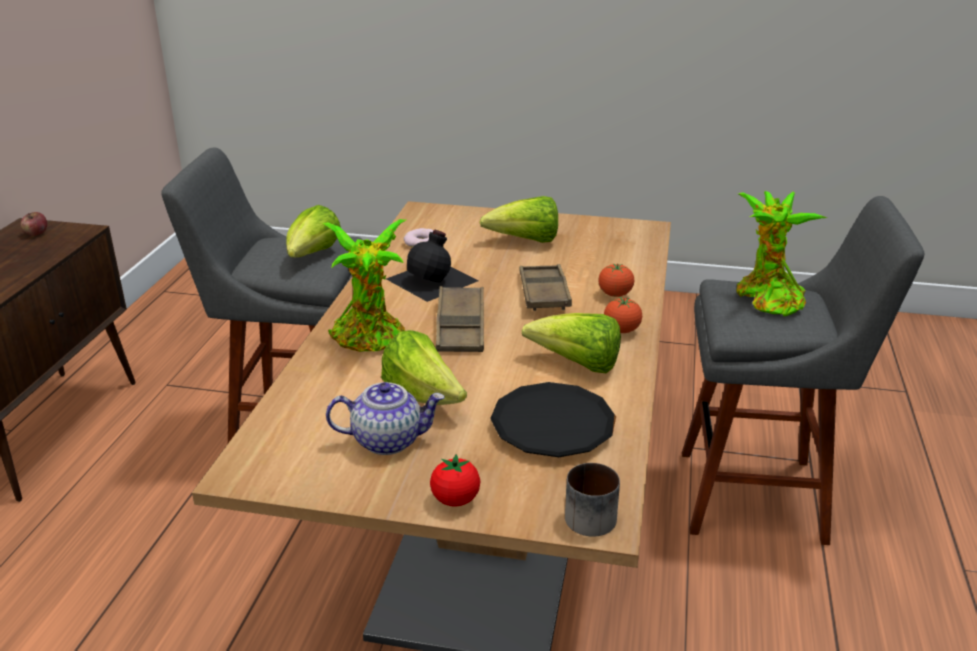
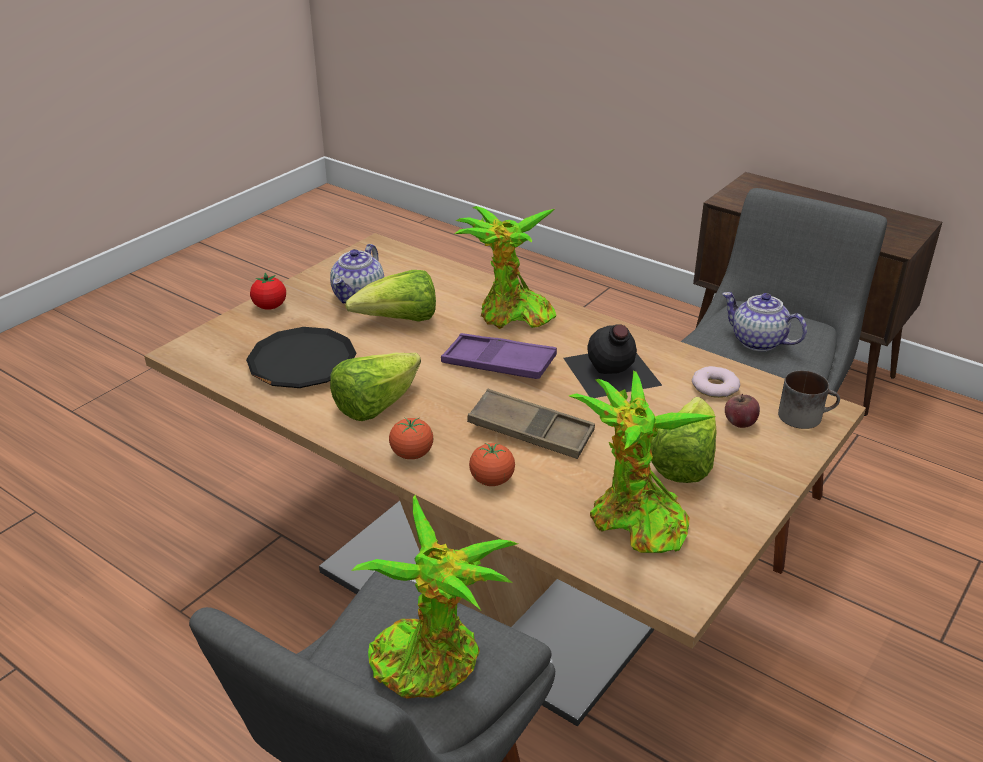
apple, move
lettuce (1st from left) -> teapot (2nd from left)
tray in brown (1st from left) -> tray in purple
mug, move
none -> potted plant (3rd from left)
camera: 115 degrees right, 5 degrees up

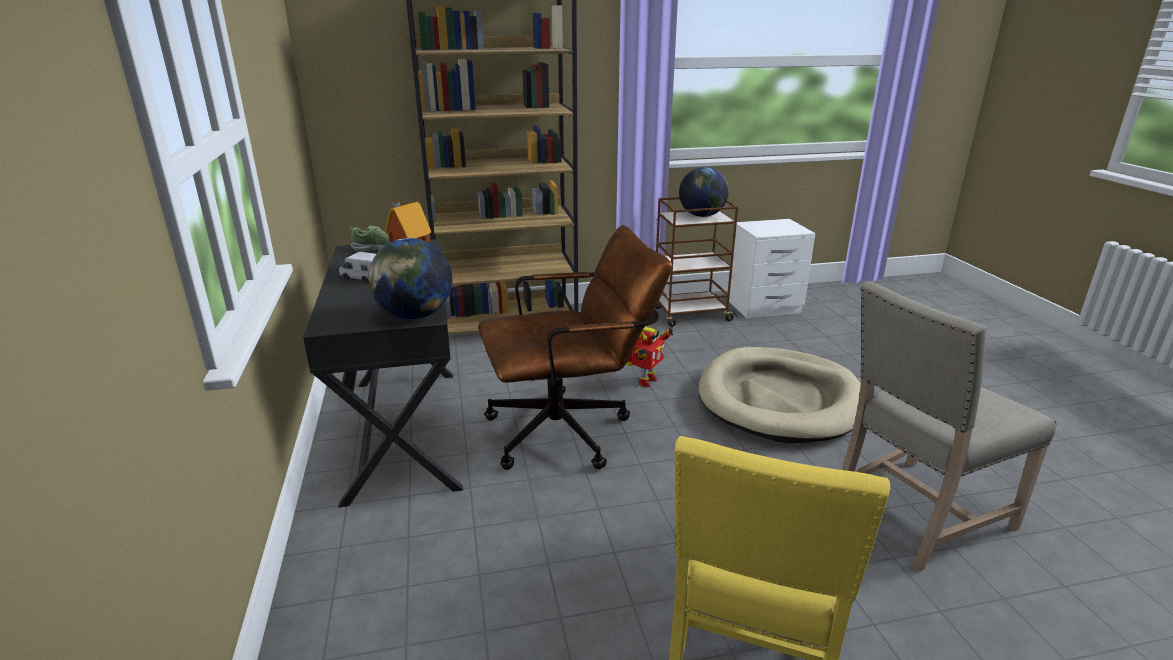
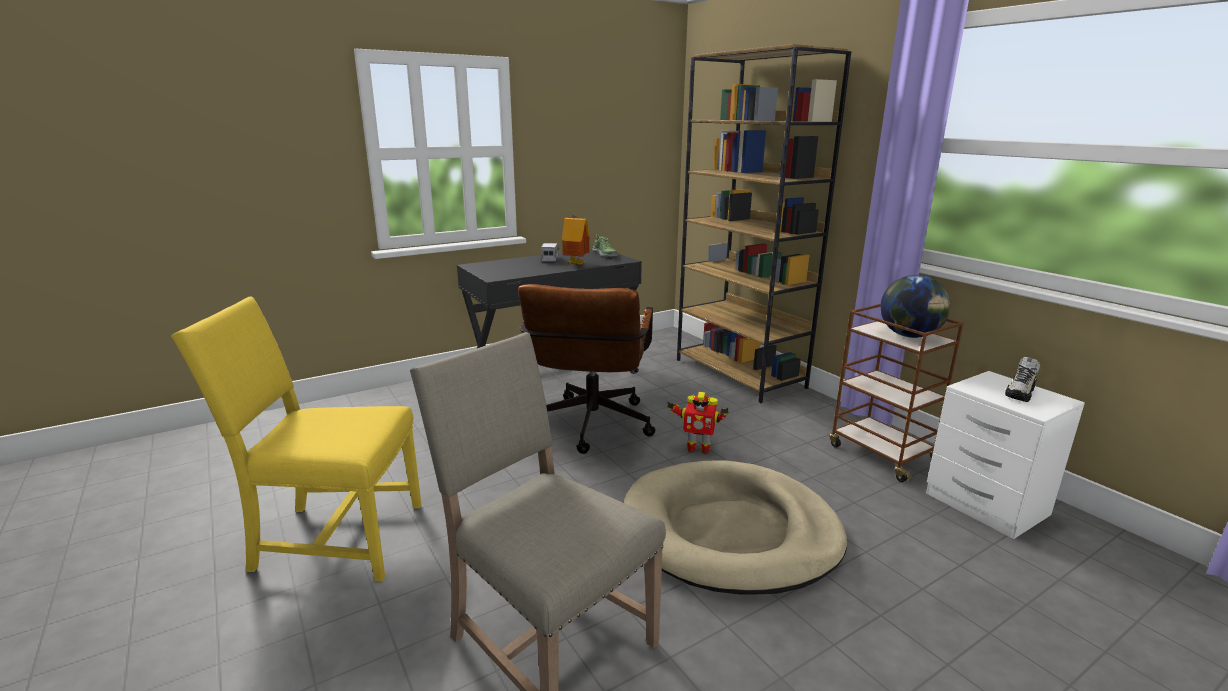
globe (1st from left) -> none
office chair in brown, 45 degrees clockwise
none -> shoe (2nd from left)
camera: 70 degrees right, 5 degrees down

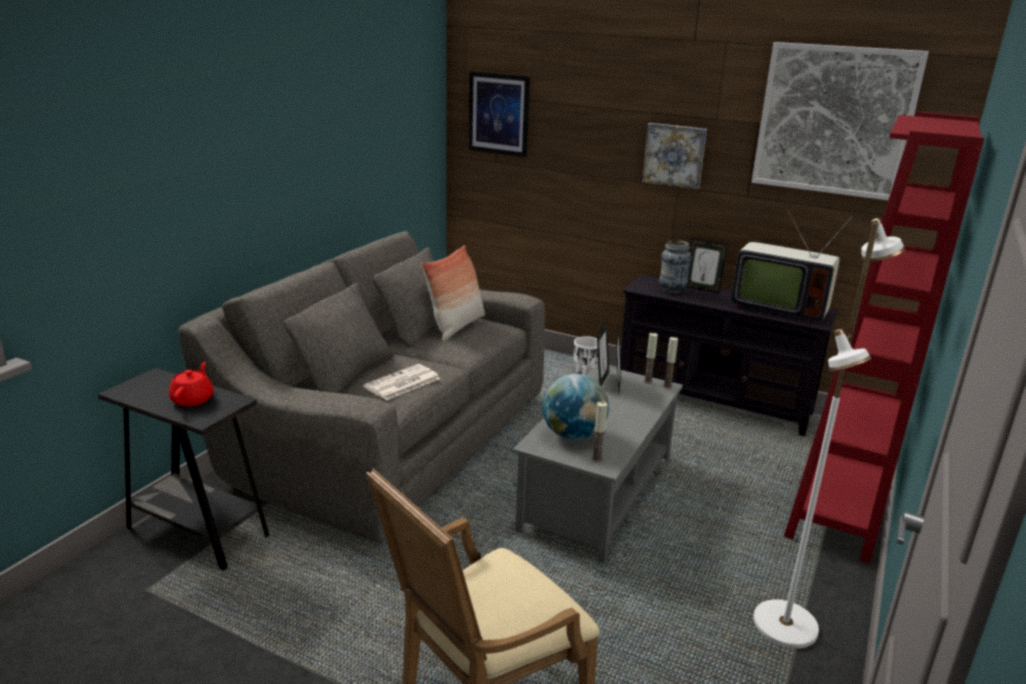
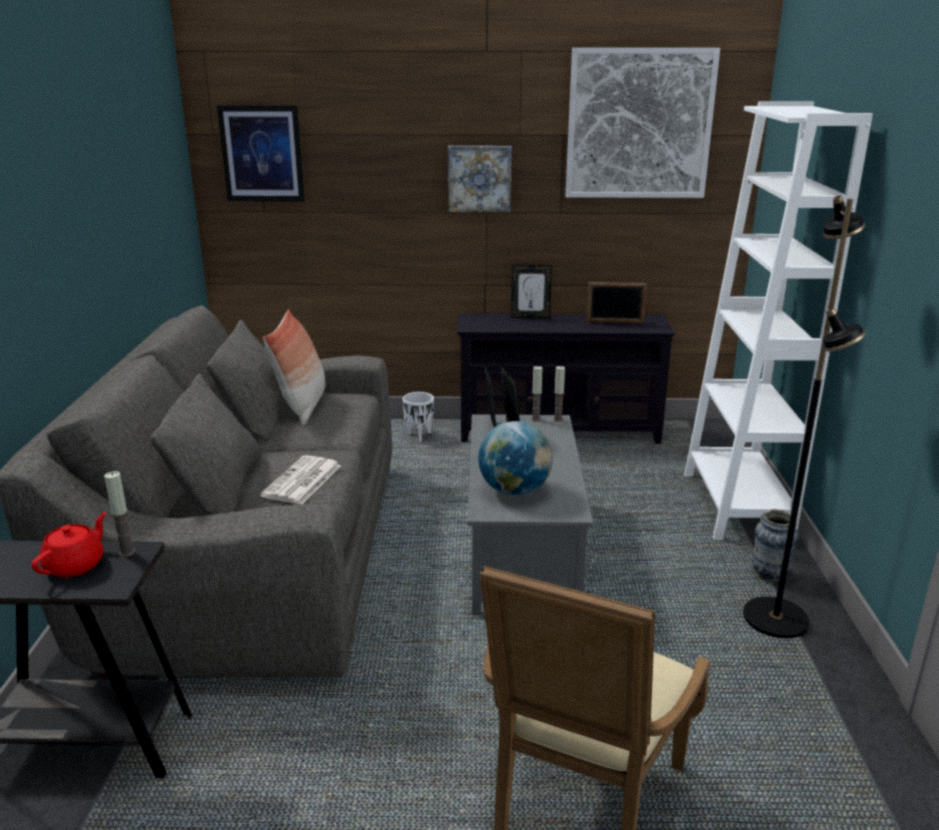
teapot in red, 45 degrees clockwise
candle (1st from left), move
vase, move
television -> picture frame (4th from left)
floor lamp in white -> floor lamp in black
bookcase in red -> bookcase in white
camera: 25 degrees left, 0 degrees up

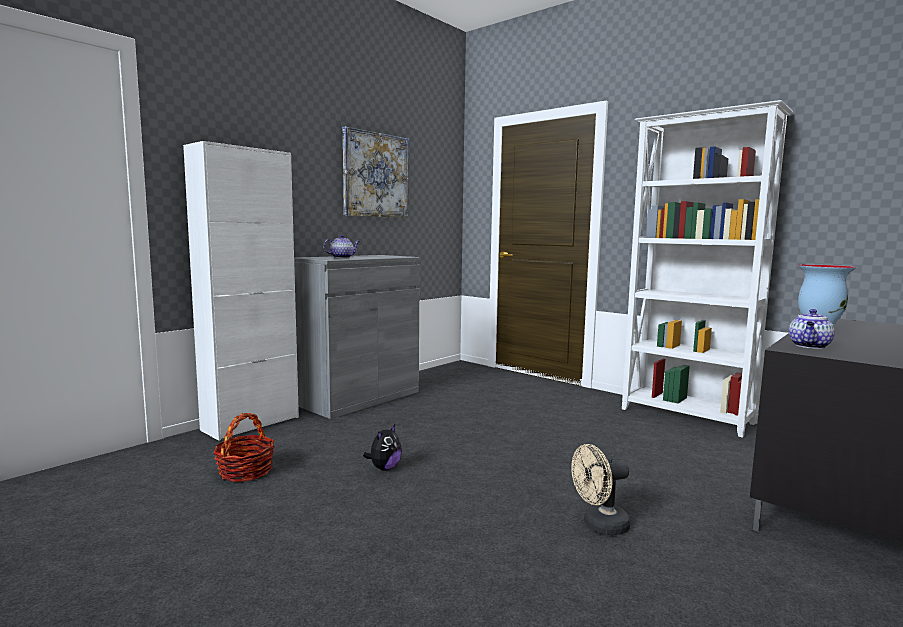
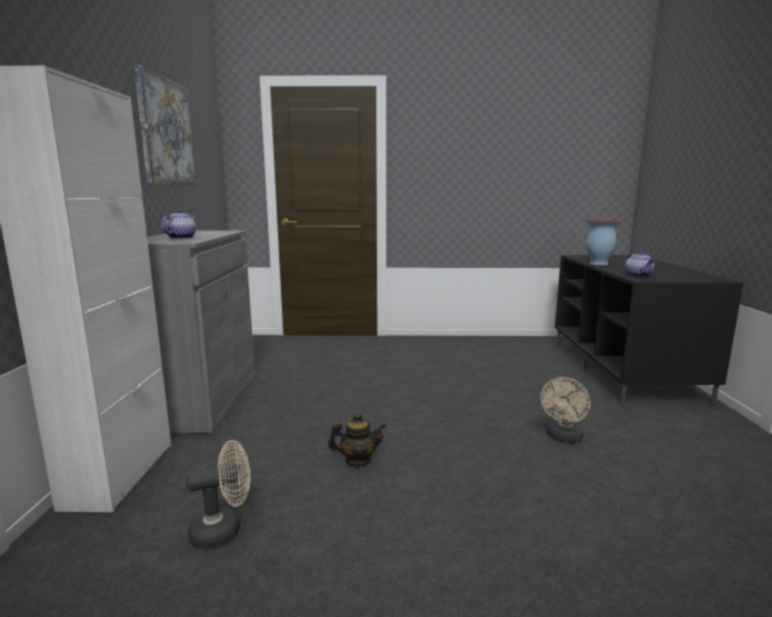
basket -> fan in beige (1st from left)
plush toy -> teapot (2nd from left)
bookcase in white -> none
camera: 40 degrees left, 5 degrees up

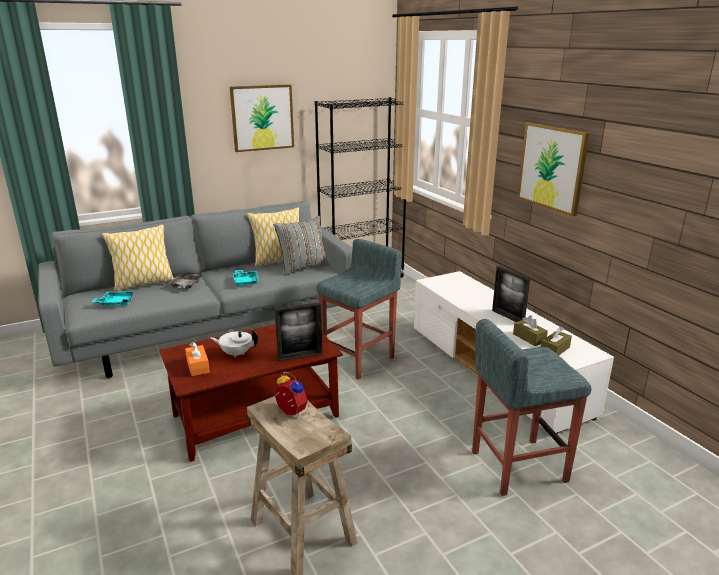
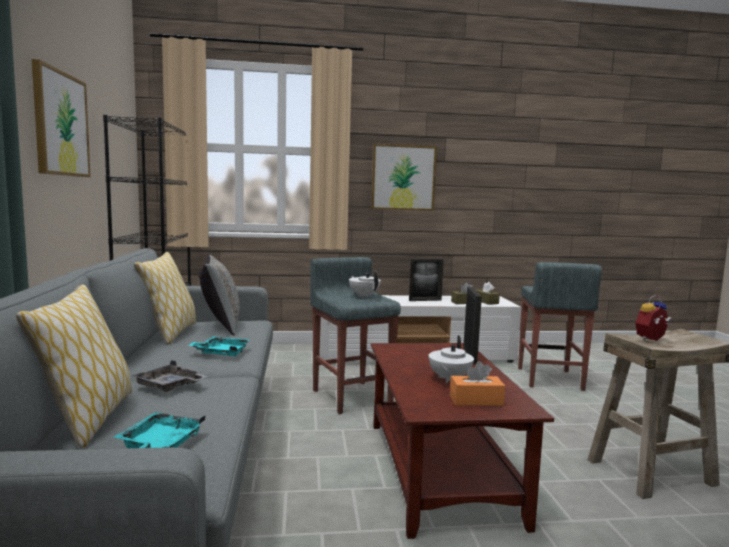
none -> teapot in white (1st from left)
camera: 70 degrees left, 15 degrees down

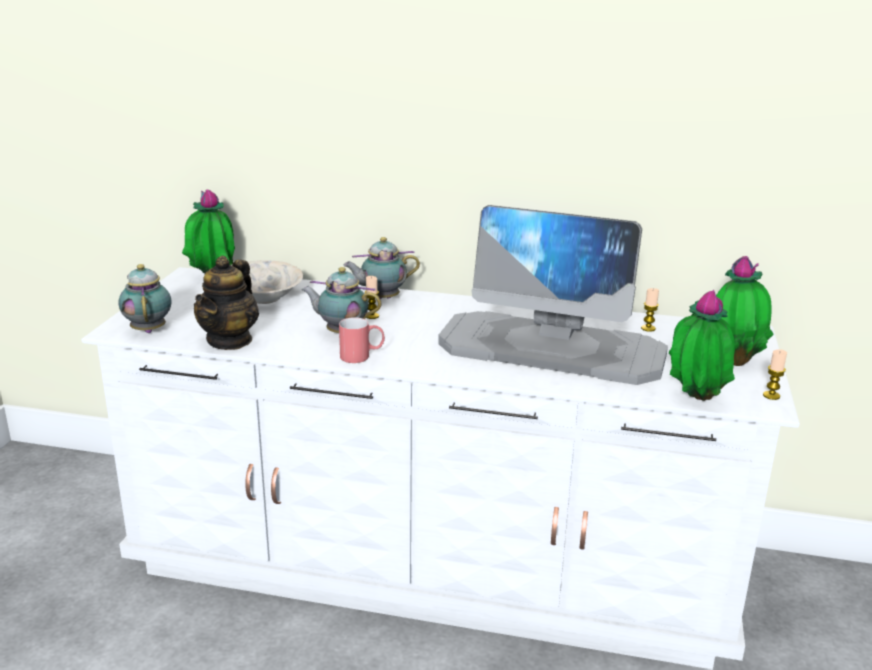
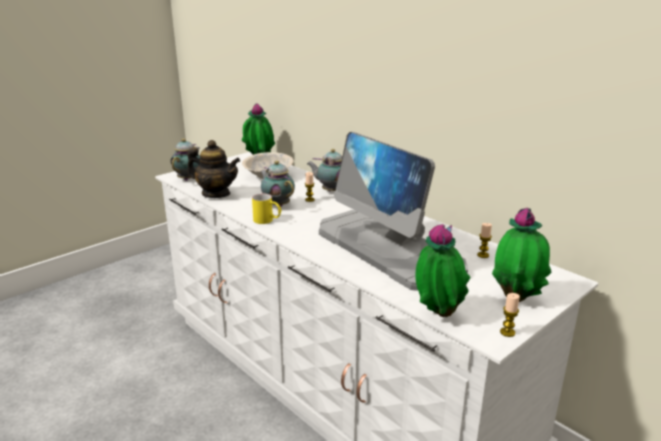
teapot (2nd from left), 120 degrees counterclockwise
mug in red -> mug in yellow
camera: 35 degrees right, 0 degrees up

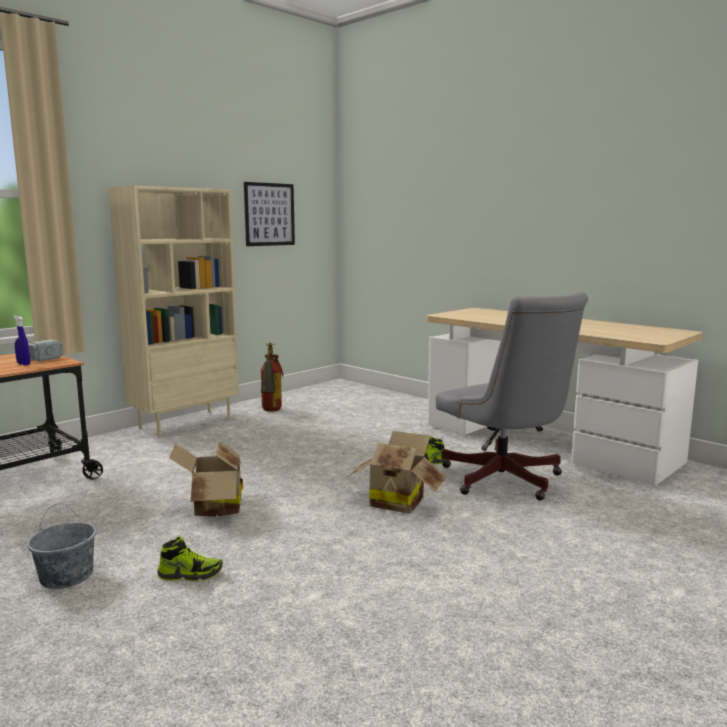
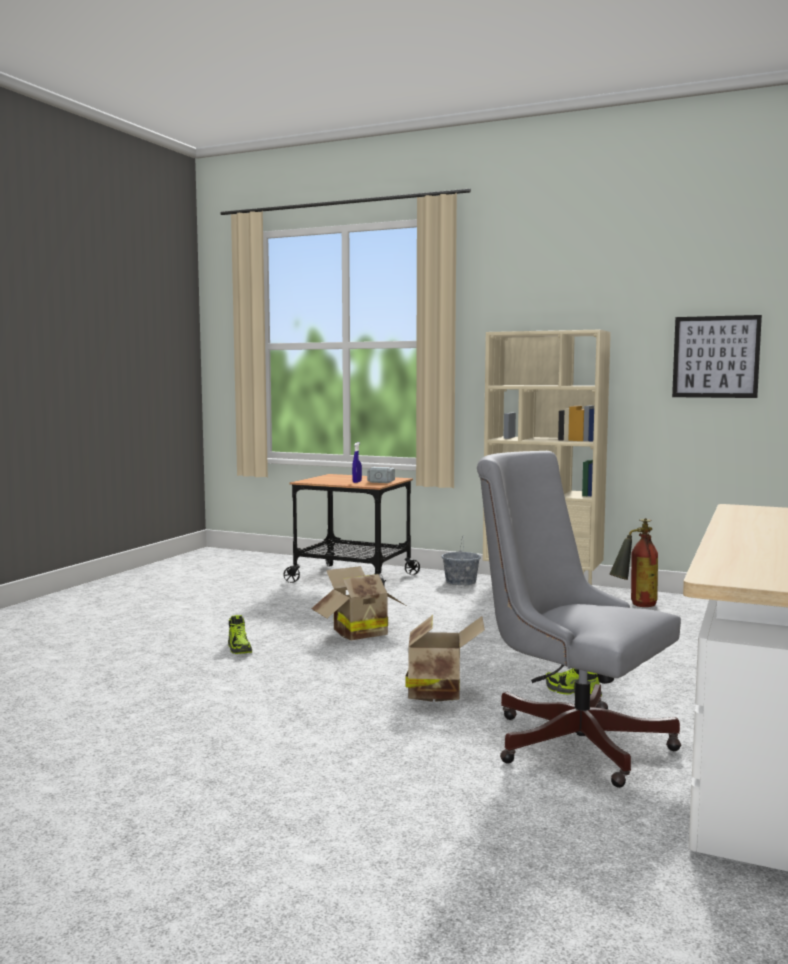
bucket in grey, move
office chair in grey, 90 degrees clockwise
camera: 70 degrees right, 5 degrees down

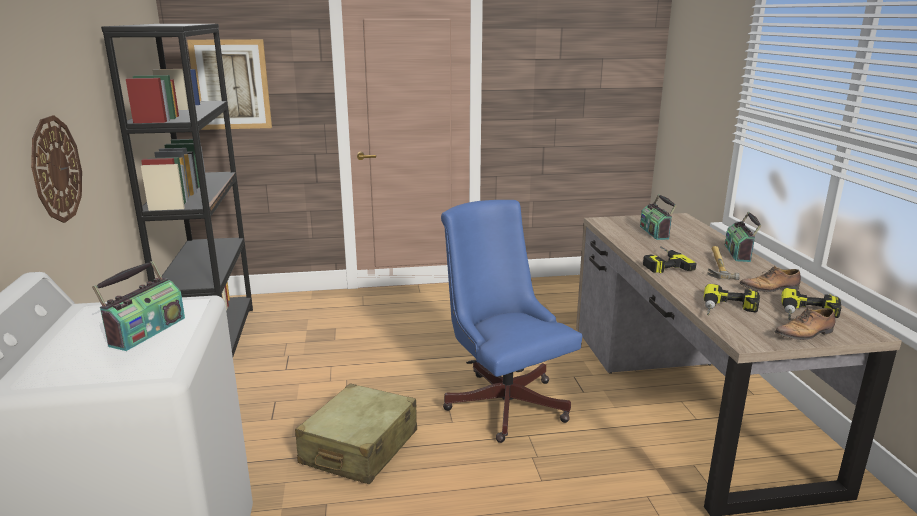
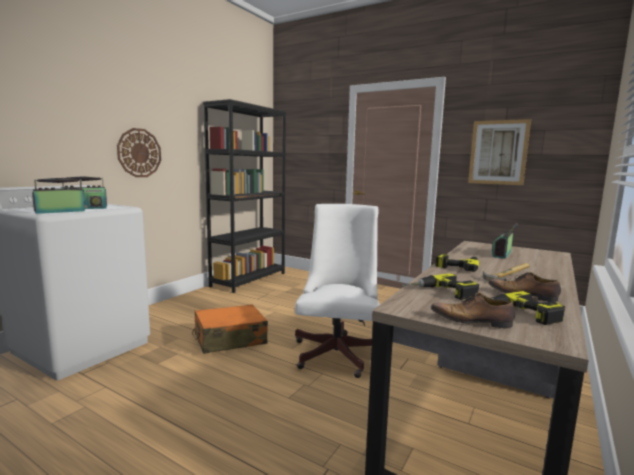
picture, move
suitcase in beige -> suitcase in orange
office chair in blue -> office chair in white
radio (3rd from left in the first image) -> radio (1st from left), move
camera: 40 degrees right, 10 degrees down

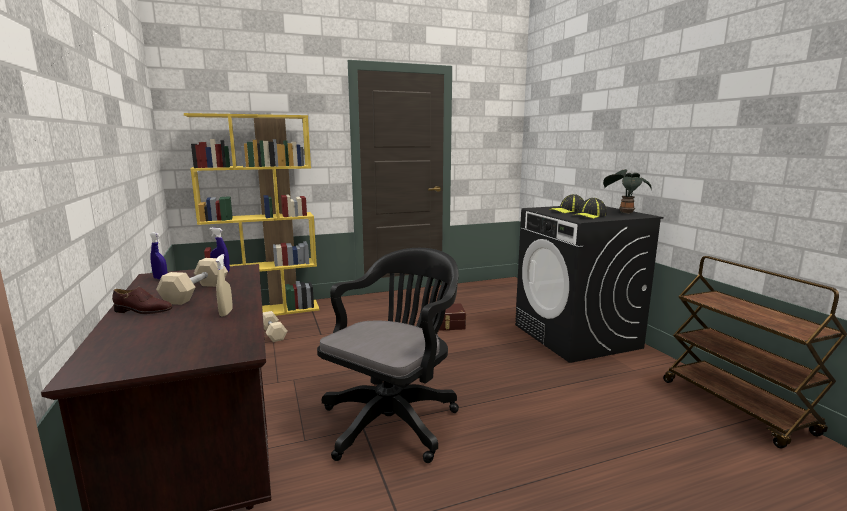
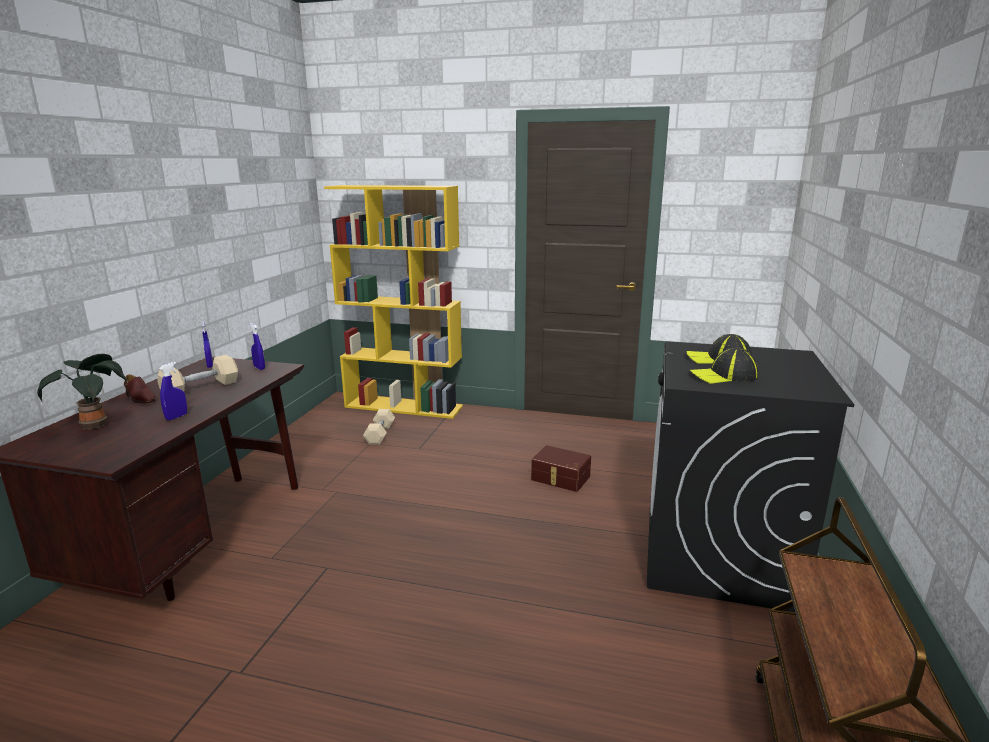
spray bottle in beige -> spray bottle in blue (1st from left)
office chair in black -> none
potted plant, move
camera: 35 degrees right, 5 degrees up

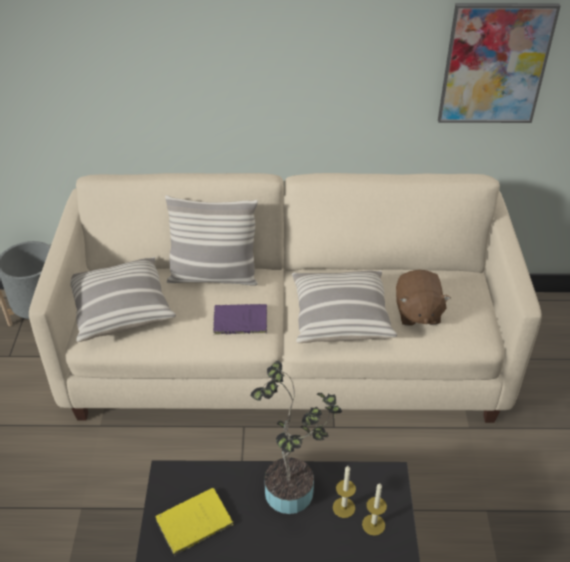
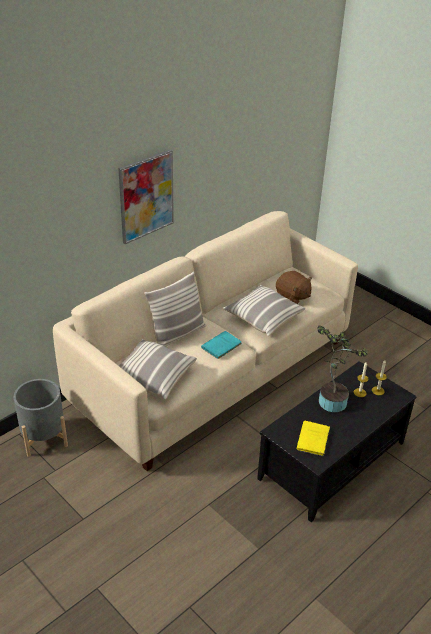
book in purple -> book in turquoise
picture, move
camera: 45 degrees left, 5 degrees down

